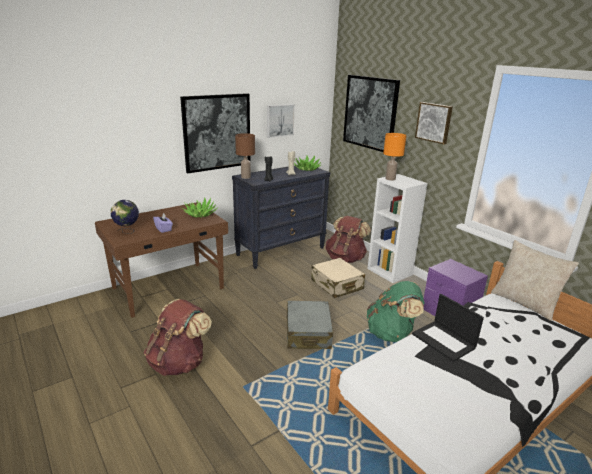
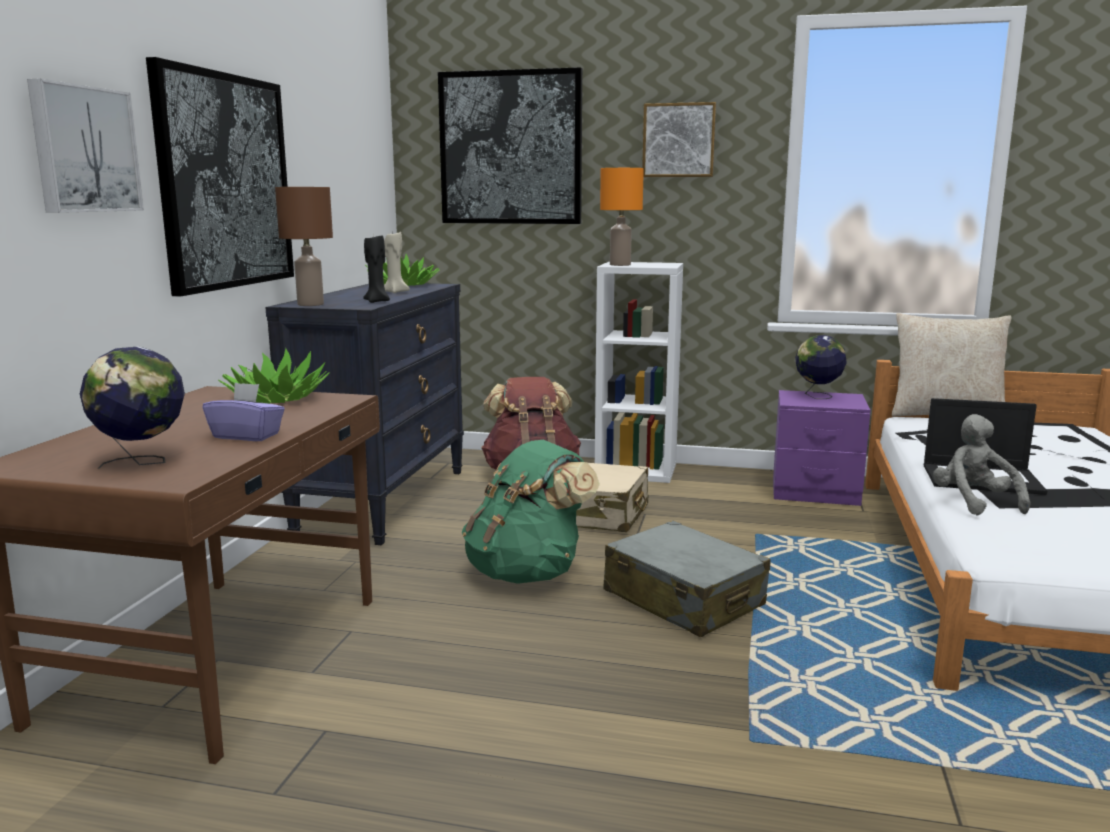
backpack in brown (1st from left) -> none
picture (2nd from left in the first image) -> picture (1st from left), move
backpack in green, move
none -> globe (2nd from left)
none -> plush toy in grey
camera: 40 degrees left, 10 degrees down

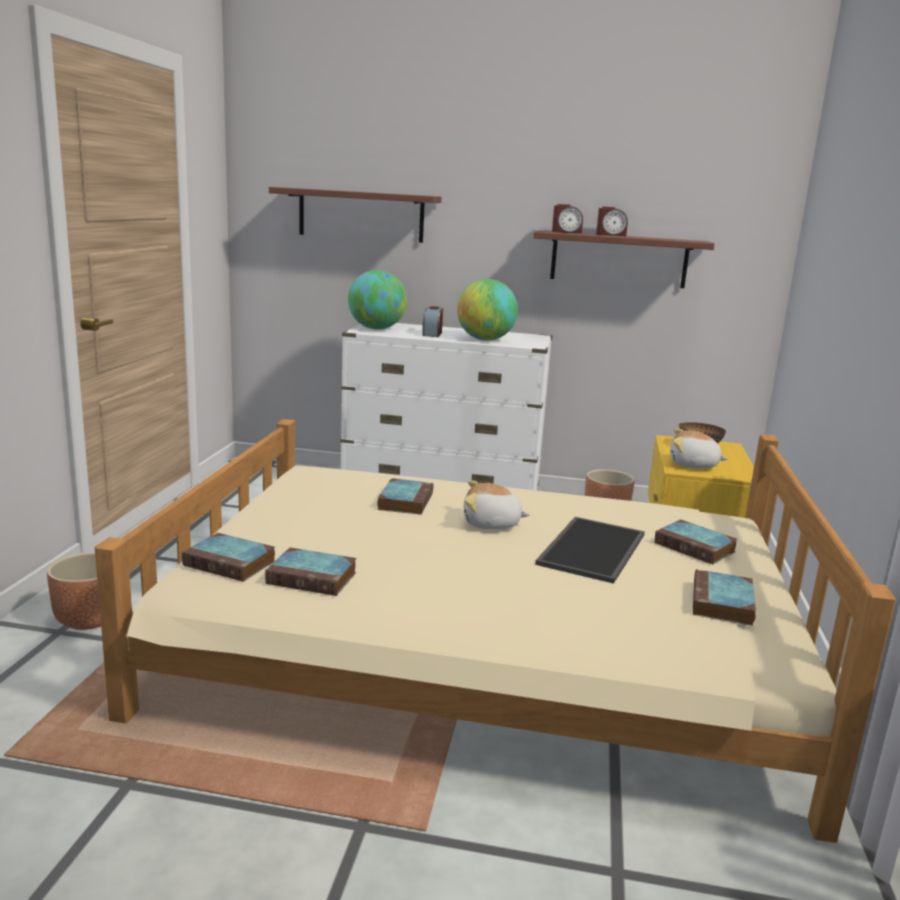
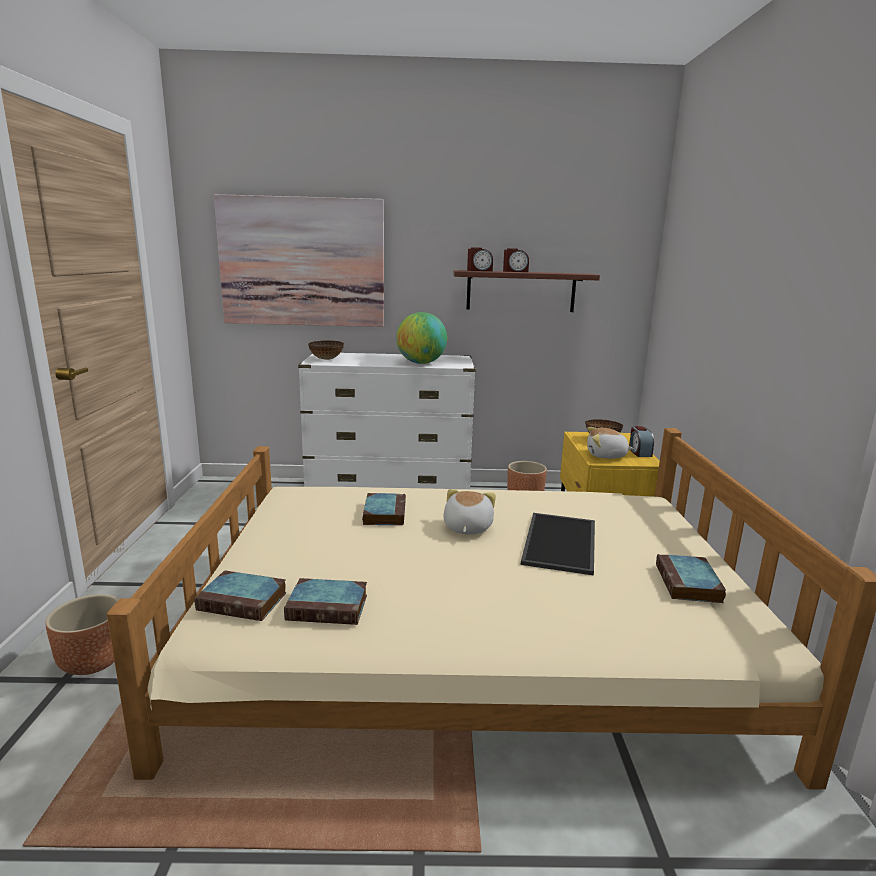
shelf (1st from left) -> picture
globe (1st from left) -> bowl (1st from left)
alarm clock (1st from left in the first image) -> alarm clock (3rd from left), move
plush toy (1st from left), 105 degrees clockwise
book (4th from left) -> none
camera: 10 degrees left, 0 degrees up

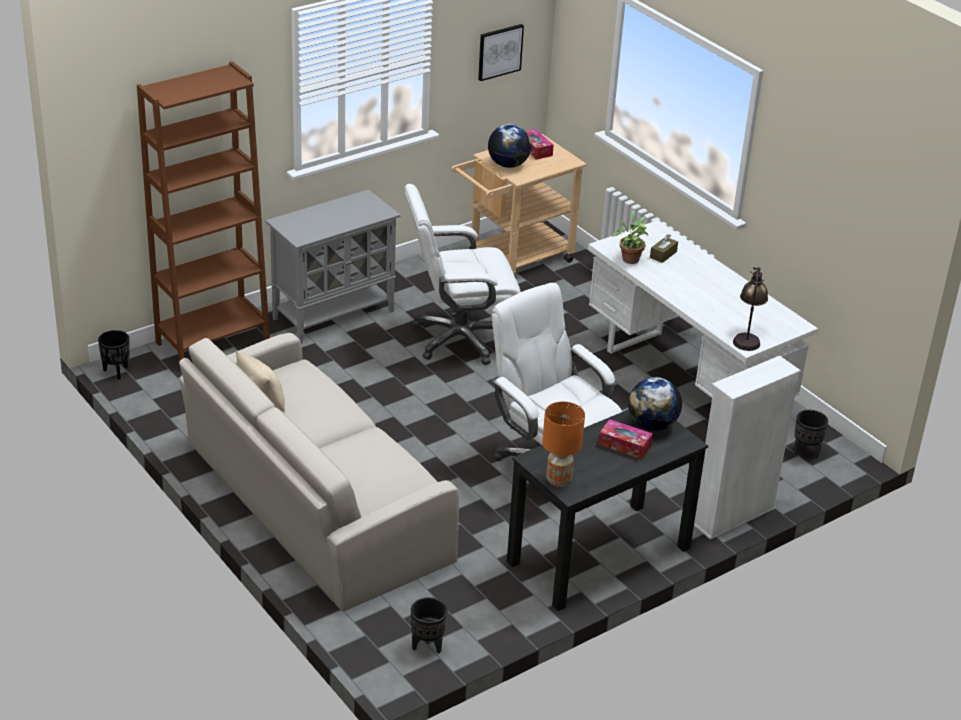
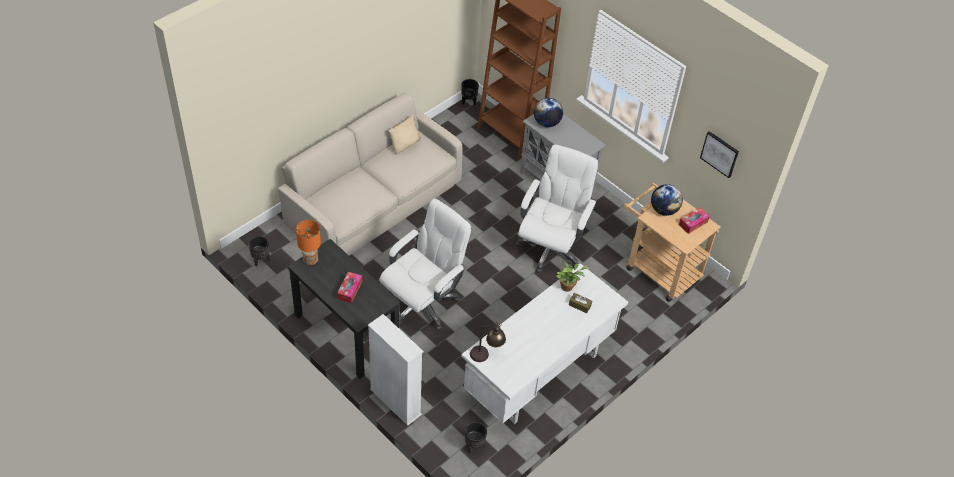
office chair in white (1st from left in the first image) -> office chair in white (2nd from left), 45 degrees clockwise
globe (2nd from left in the first image) -> globe (1st from left), move
camera: 80 degrees right, 15 degrees up

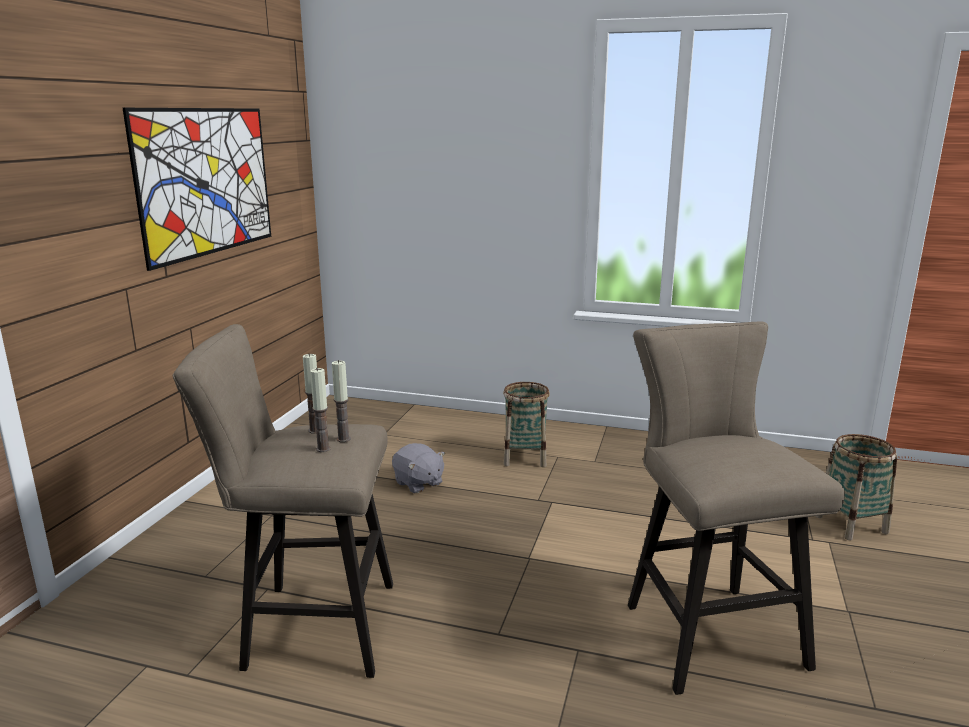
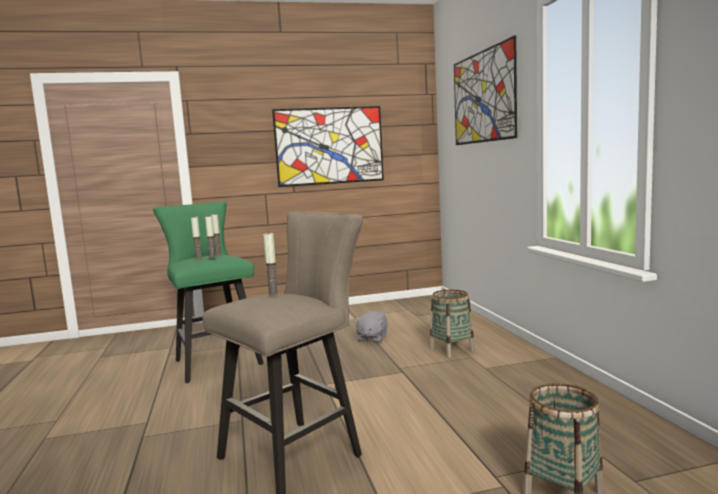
stool in beige (1st from left) -> stool in green
none -> candle (4th from left)
none -> picture (2nd from left)
camera: 60 degrees right, 10 degrees down

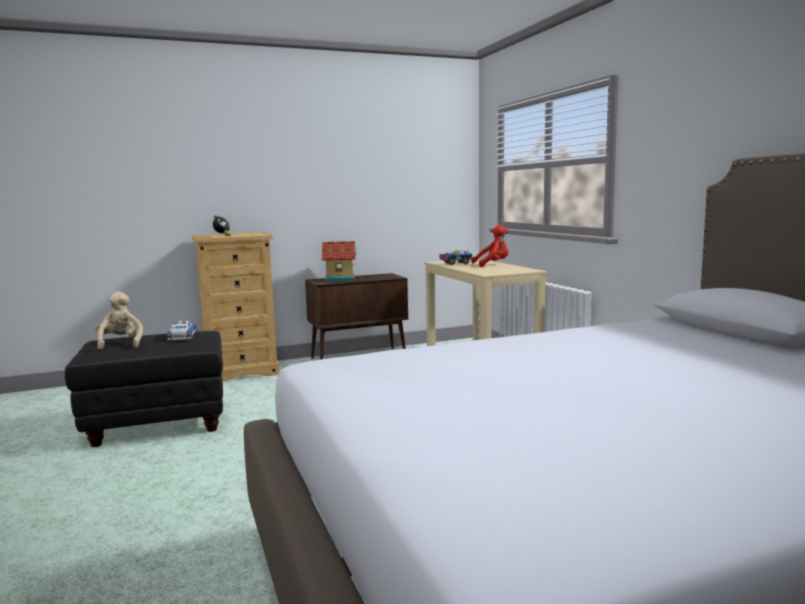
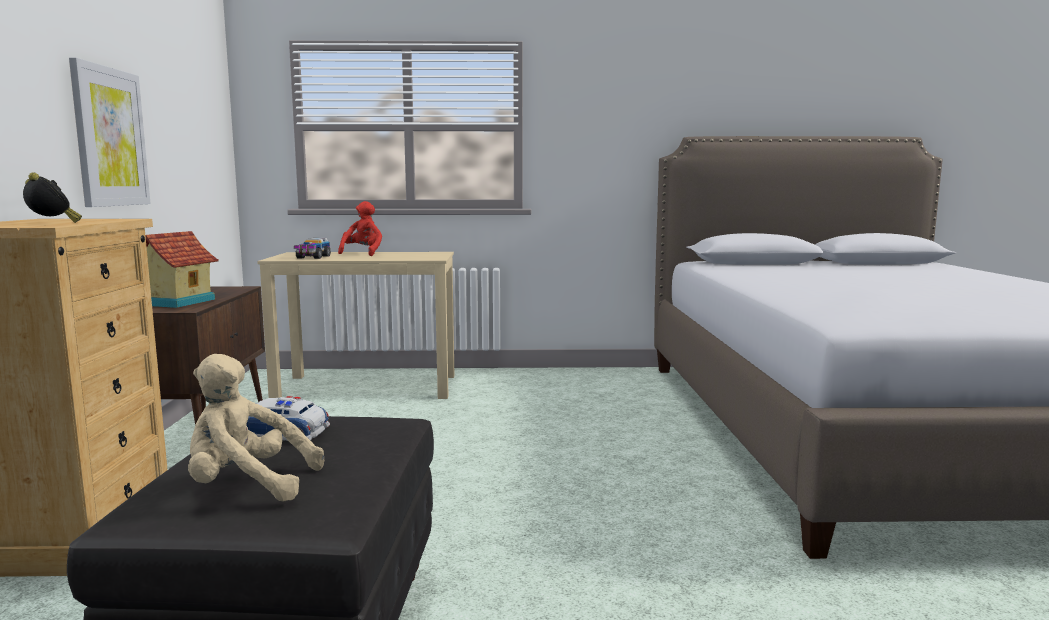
none -> picture
camera: 70 degrees left, 0 degrees up

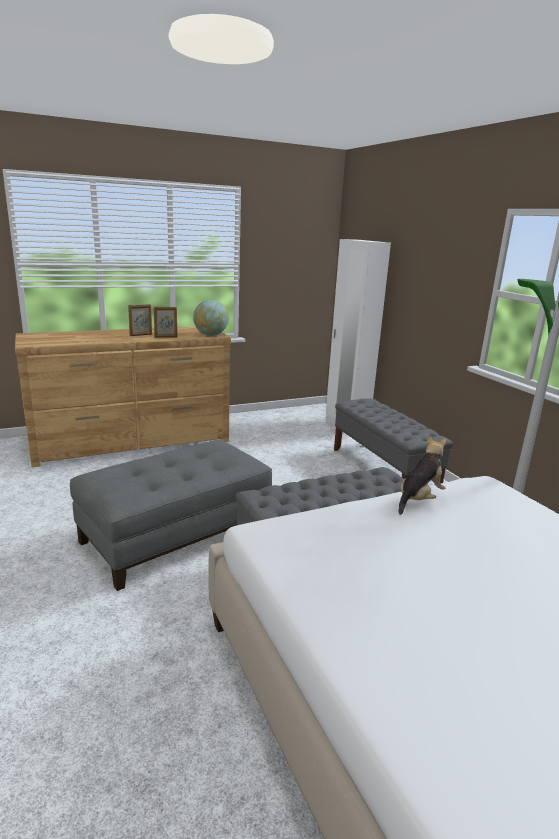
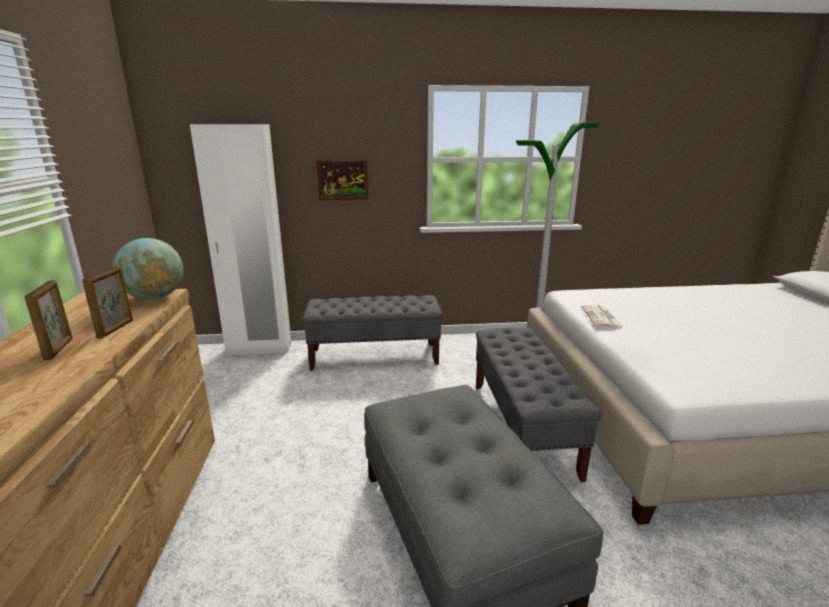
plush toy -> newspaper
none -> picture
camera: 70 degrees left, 0 degrees up

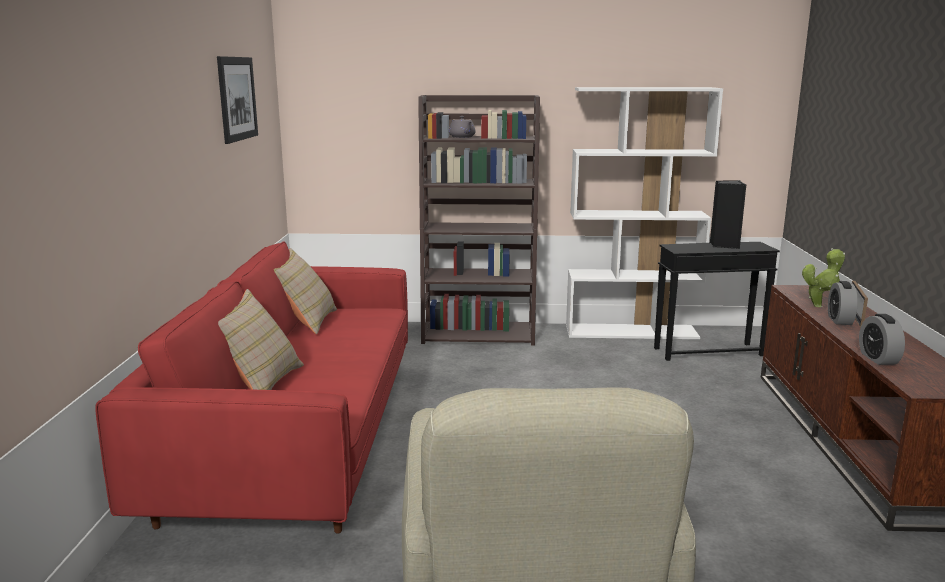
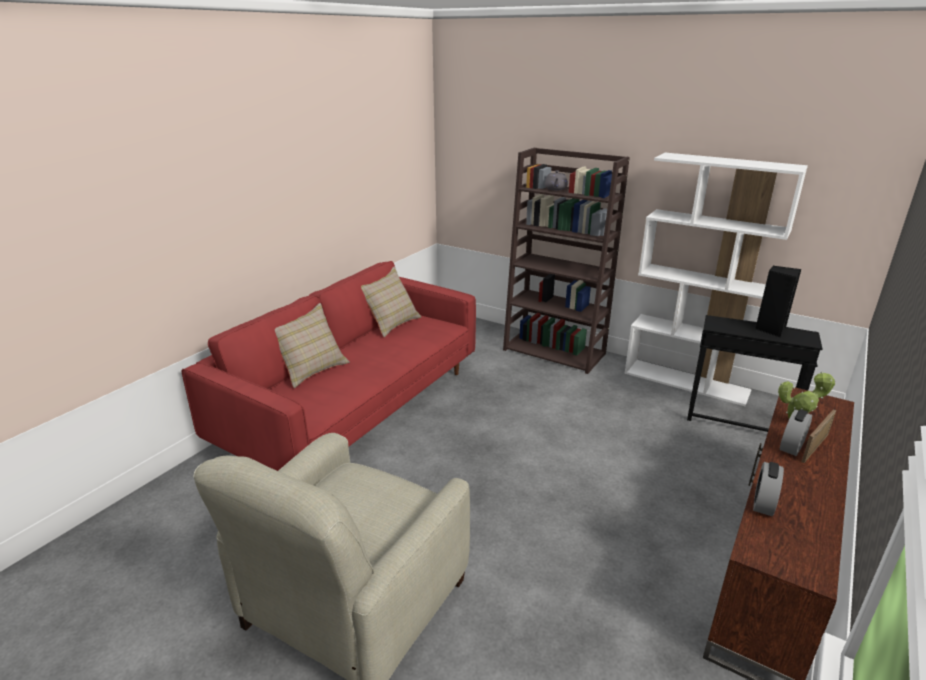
picture -> none
camera: 30 degrees right, 10 degrees up

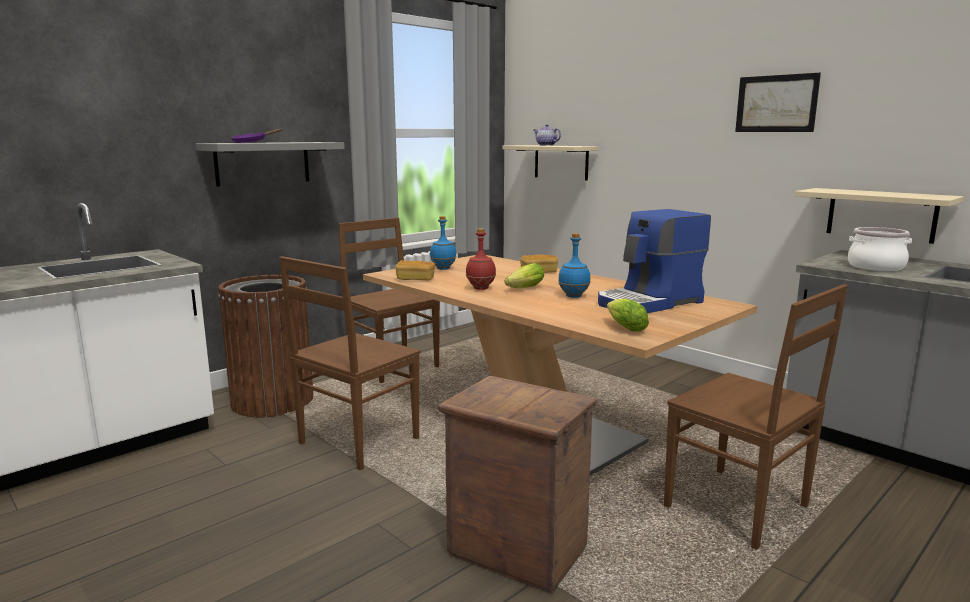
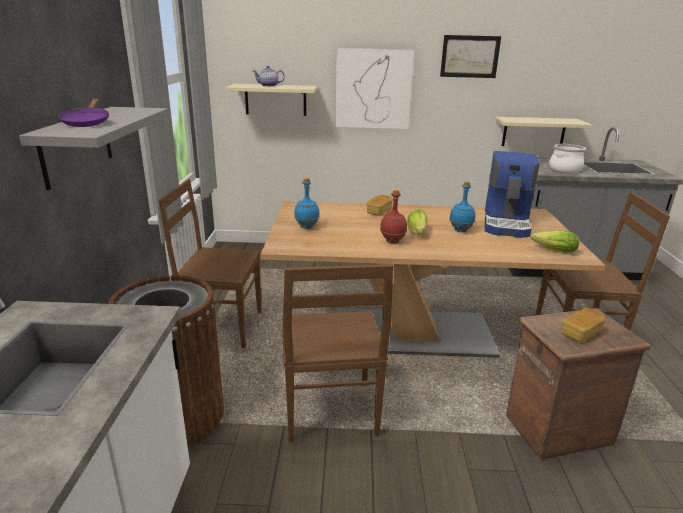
bread (1st from left in the first image) -> bread (2nd from left), move
none -> picture (1st from left)
camera: 45 degrees left, 10 degrees up

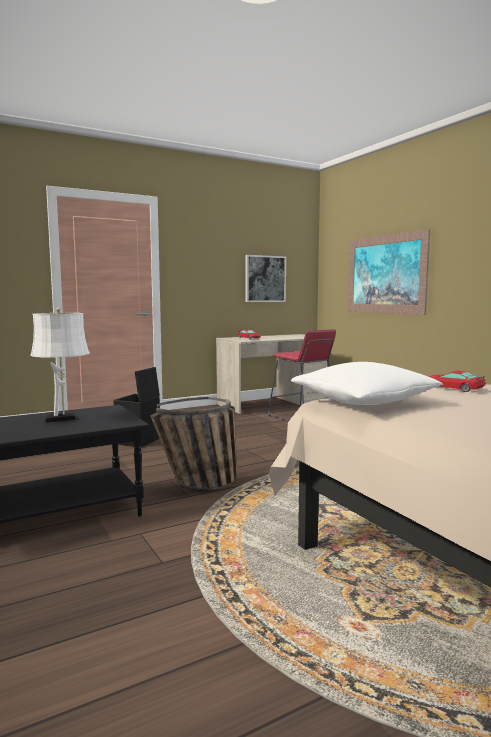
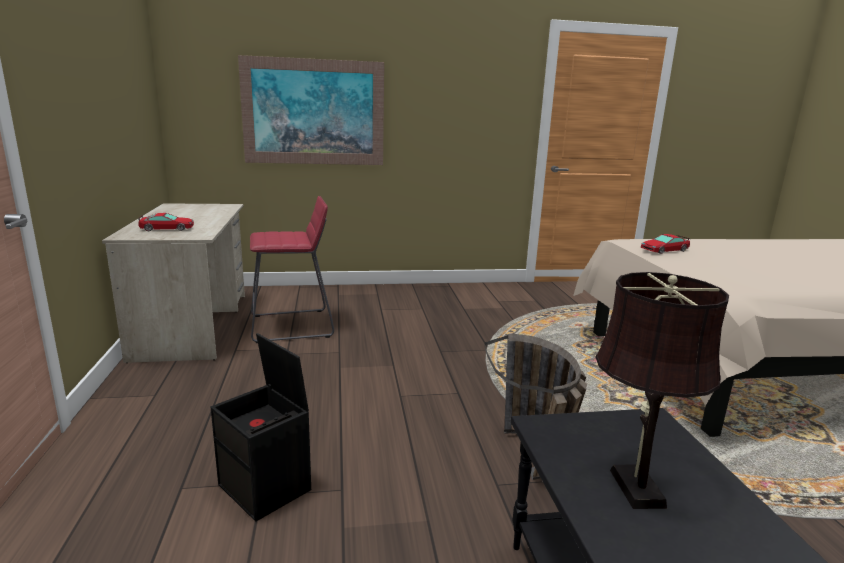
table lamp in white -> table lamp in brown
picture (1st from left) -> none
pillow in white -> none
camera: 70 degrees left, 10 degrees up

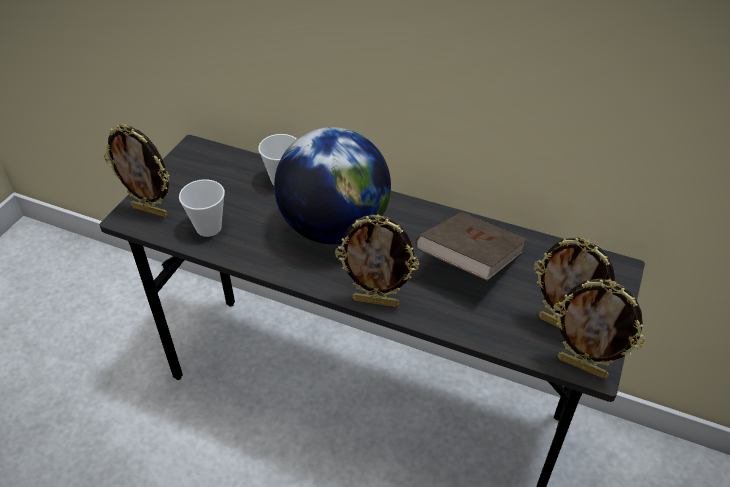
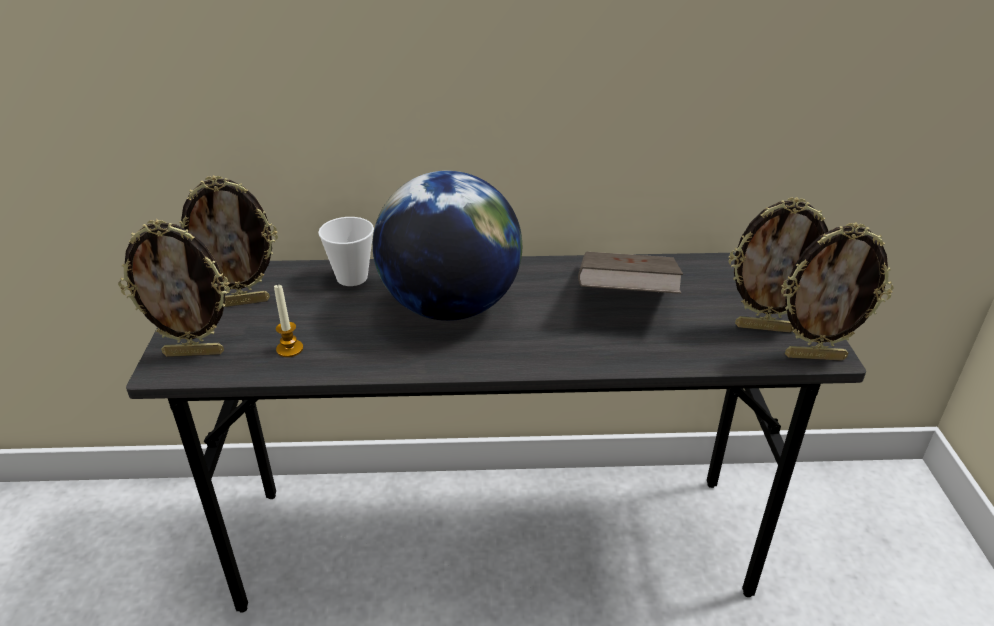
cup (1st from left) -> candle
picture frame (2nd from left), move
camera: 25 degrees left, 10 degrees down

